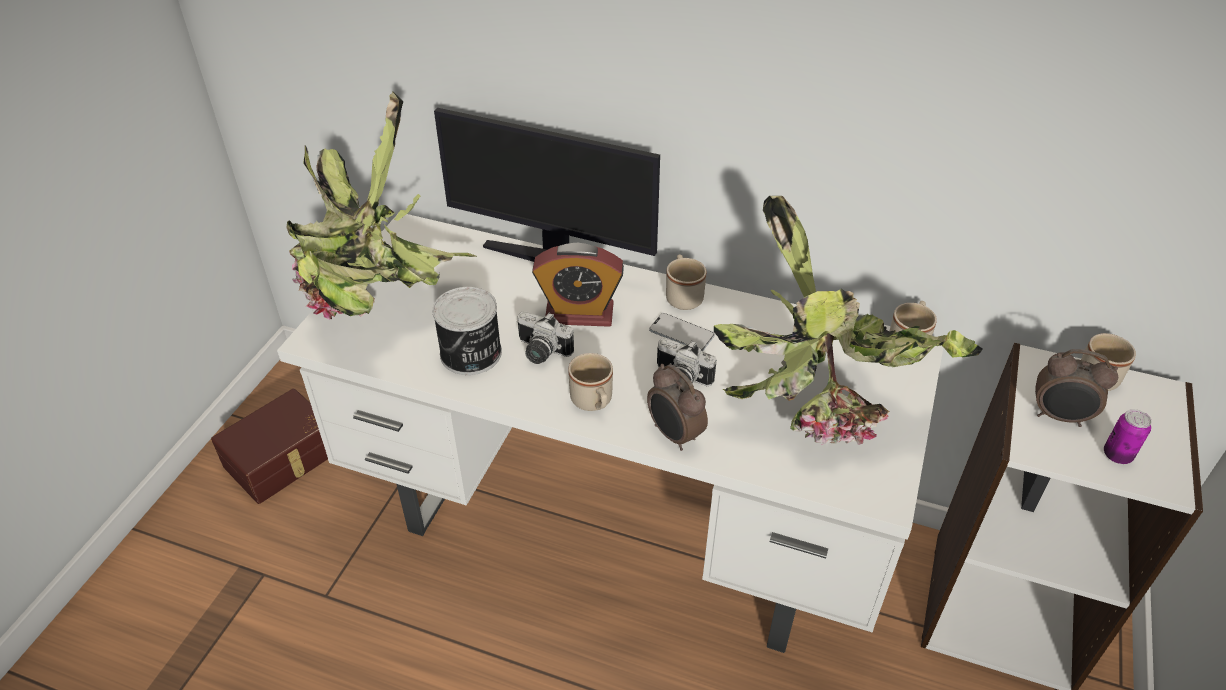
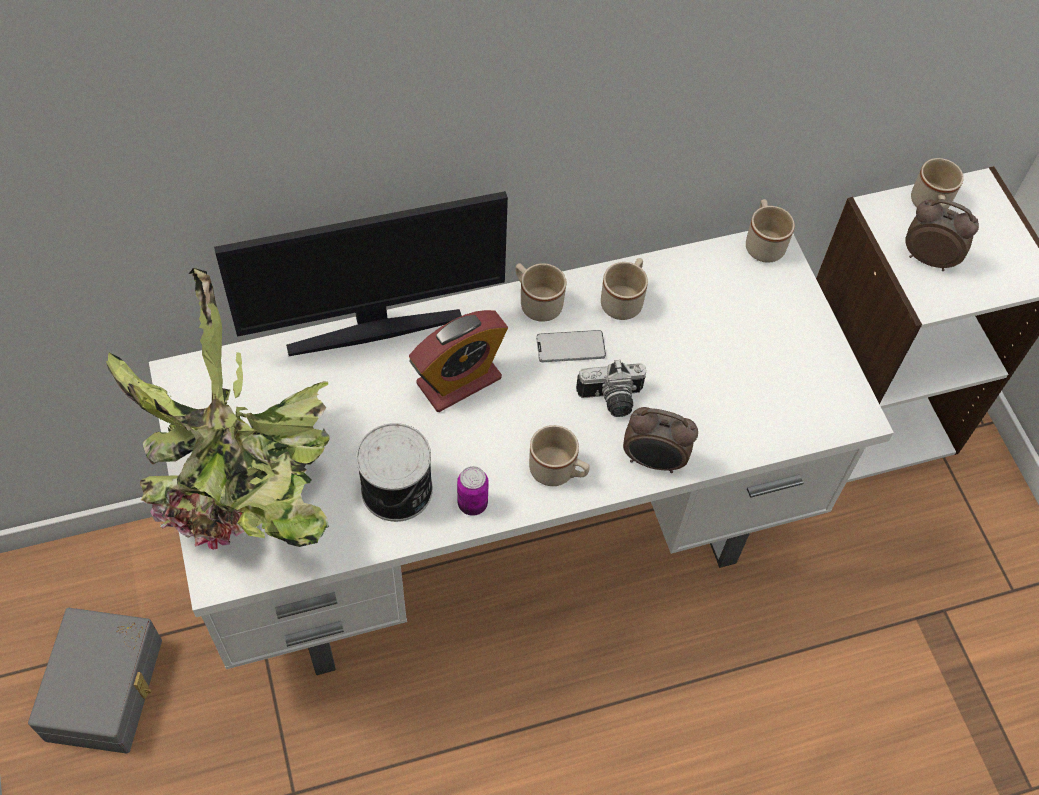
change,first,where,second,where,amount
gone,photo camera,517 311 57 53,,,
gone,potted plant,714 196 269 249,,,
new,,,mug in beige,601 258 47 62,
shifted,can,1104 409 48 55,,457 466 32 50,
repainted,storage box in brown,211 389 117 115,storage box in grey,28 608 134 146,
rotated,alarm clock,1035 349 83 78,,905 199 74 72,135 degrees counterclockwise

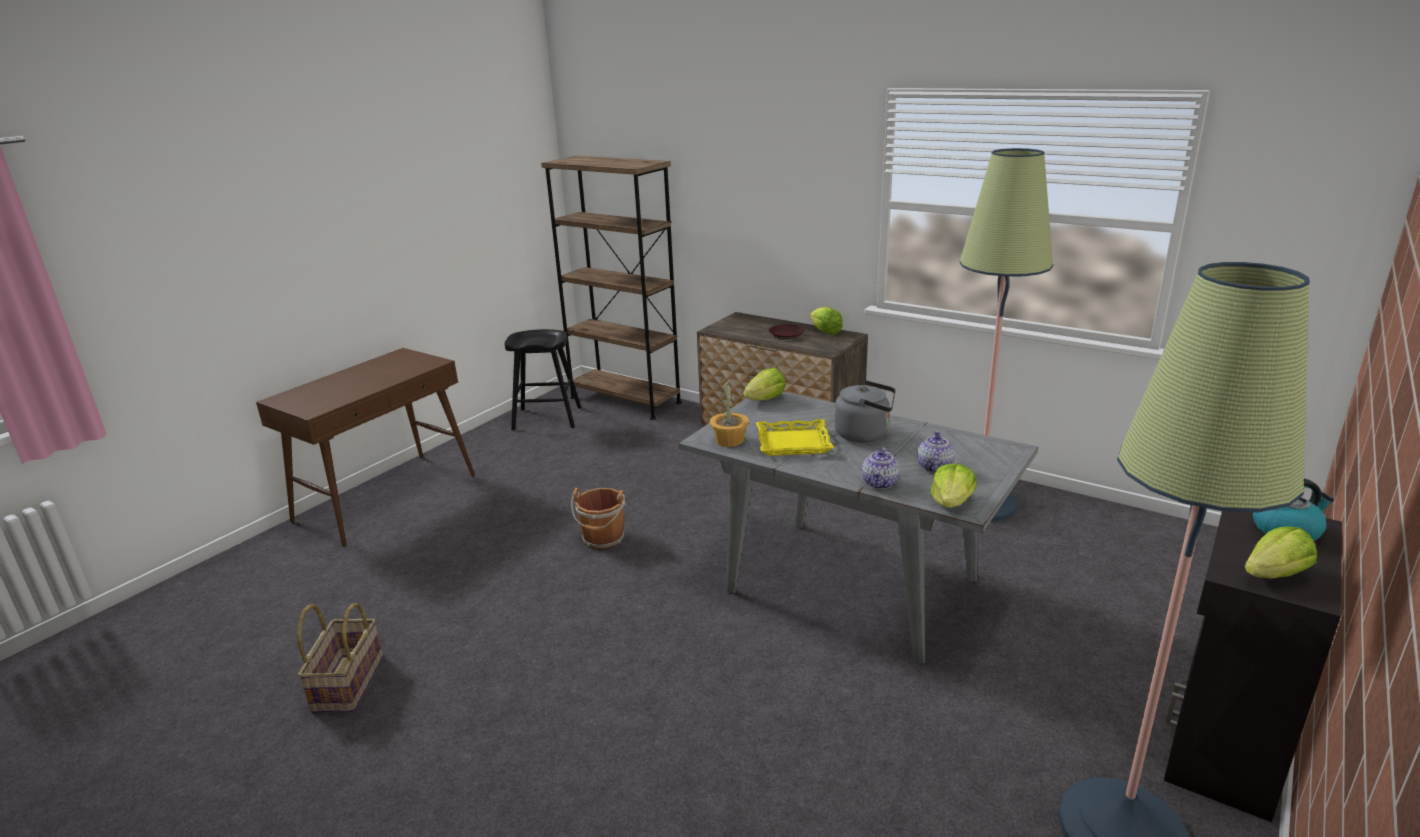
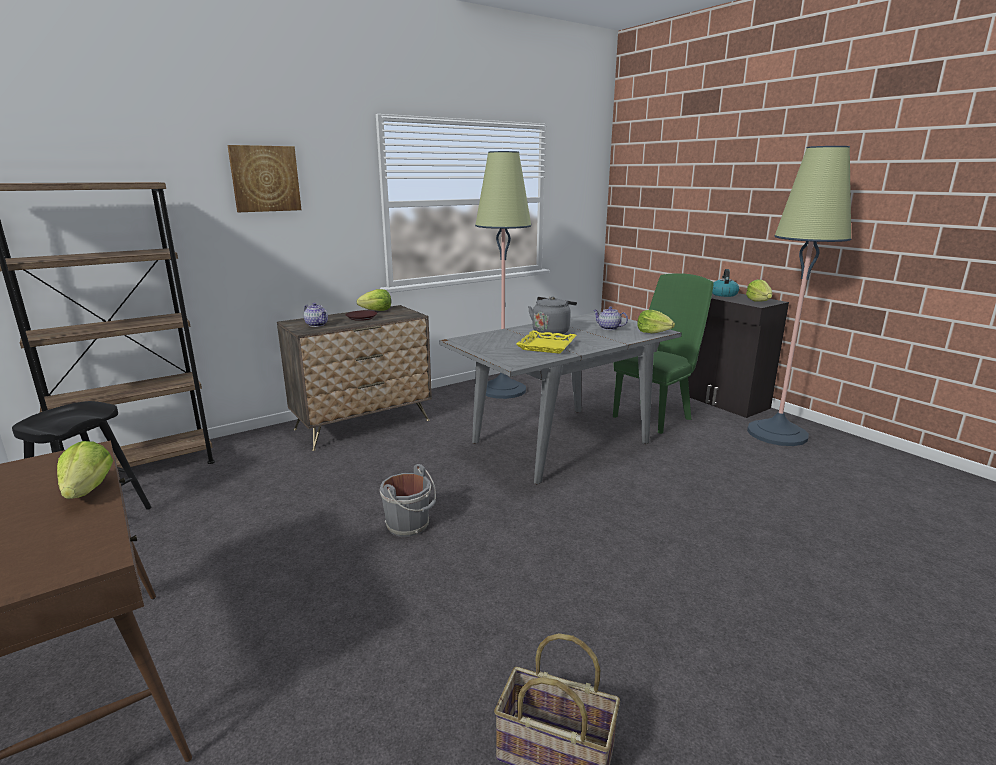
change,first,where,second,where,amount
gone,potted plant,710 380 39 67,,,
new,,,picture,228 145 73 67,
new,,,chair in green,613 273 101 161,
shifted,lettuce,743 368 43 33,,57 441 56 58,
shifted,teapot,862 446 38 43,,304 303 24 24,
repainted,bucket in brown,571 488 55 62,bucket in grey,380 464 56 73,

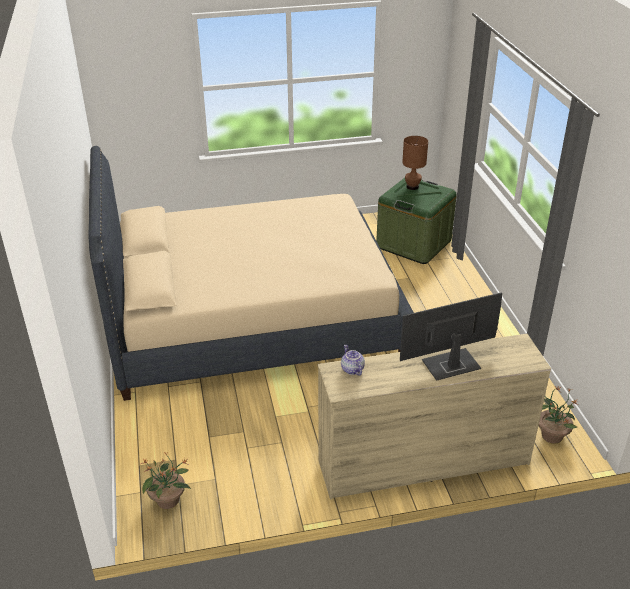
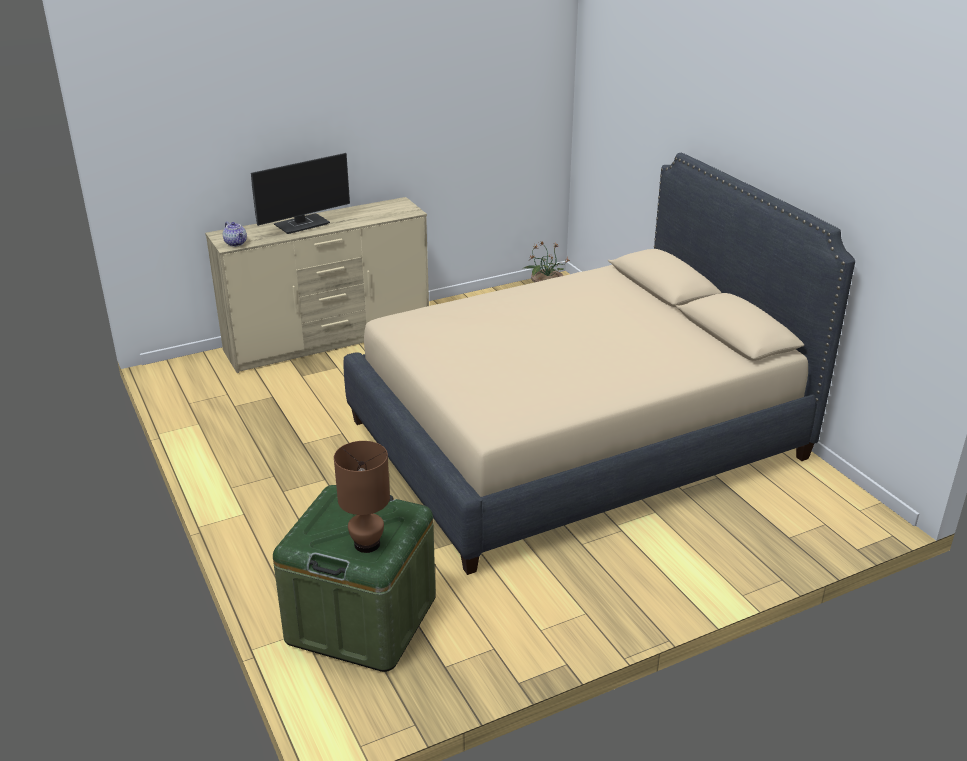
change,first,where,second,where,amount
gone,potted plant,538 386 41 58,,,
shifted,teapot,341 345 24 31,,223 221 24 26,

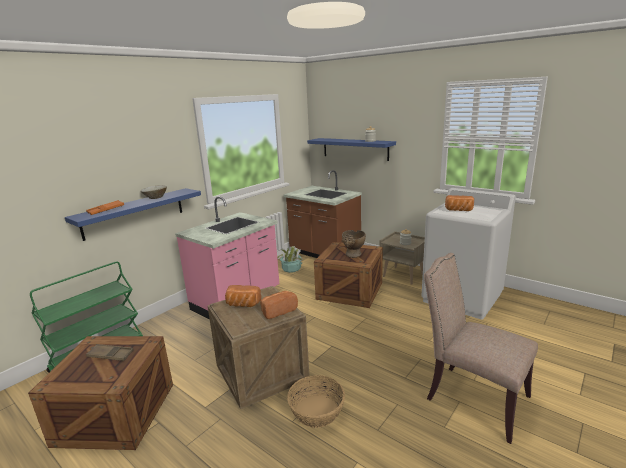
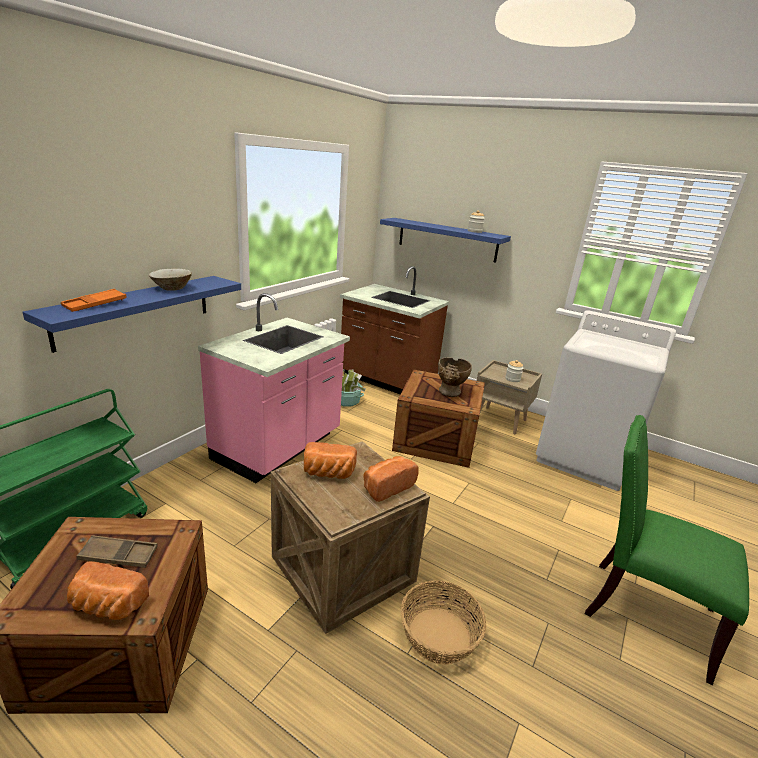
change,first,where,second,where,amount
shifted,bread,445 195 29 16,,67 561 82 59,
repainted,chair in beige,424 253 114 191,chair in green,585 415 164 271,

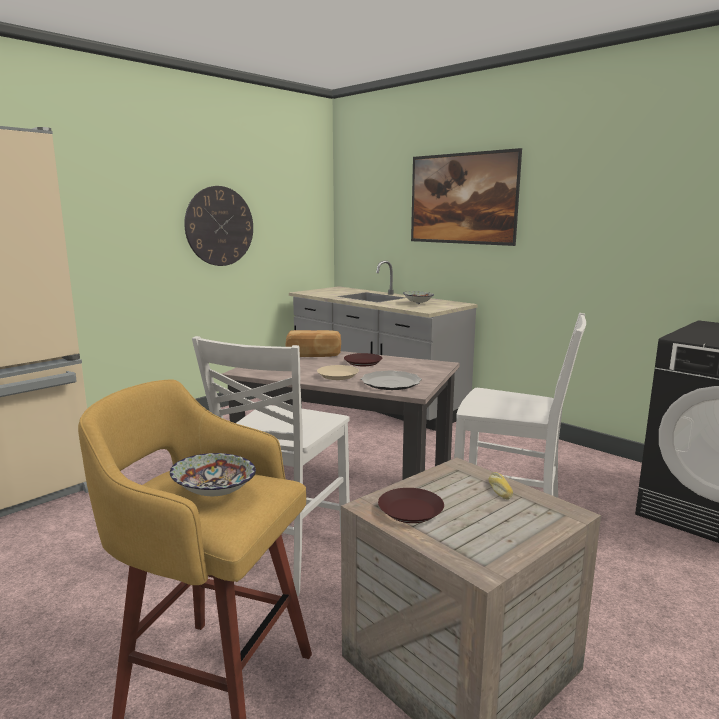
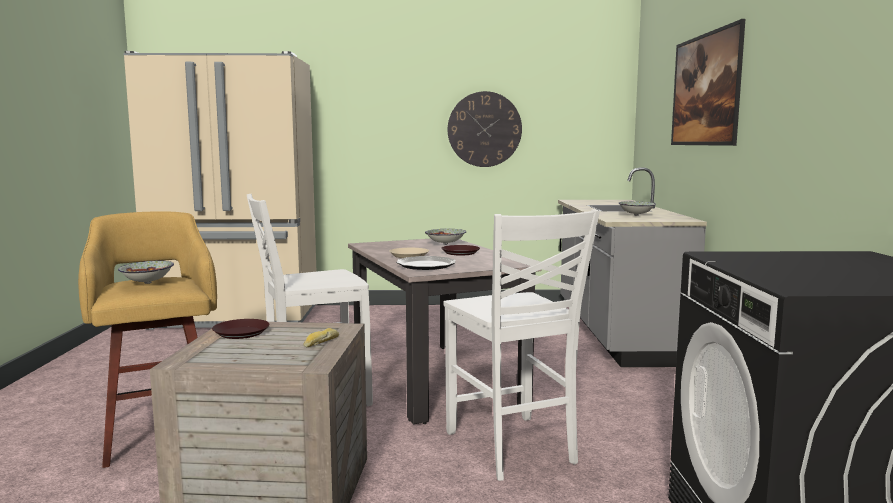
change,first,where,second,where,amount
swapped,bread,285 330 56 27,bowl,425 229 41 16,

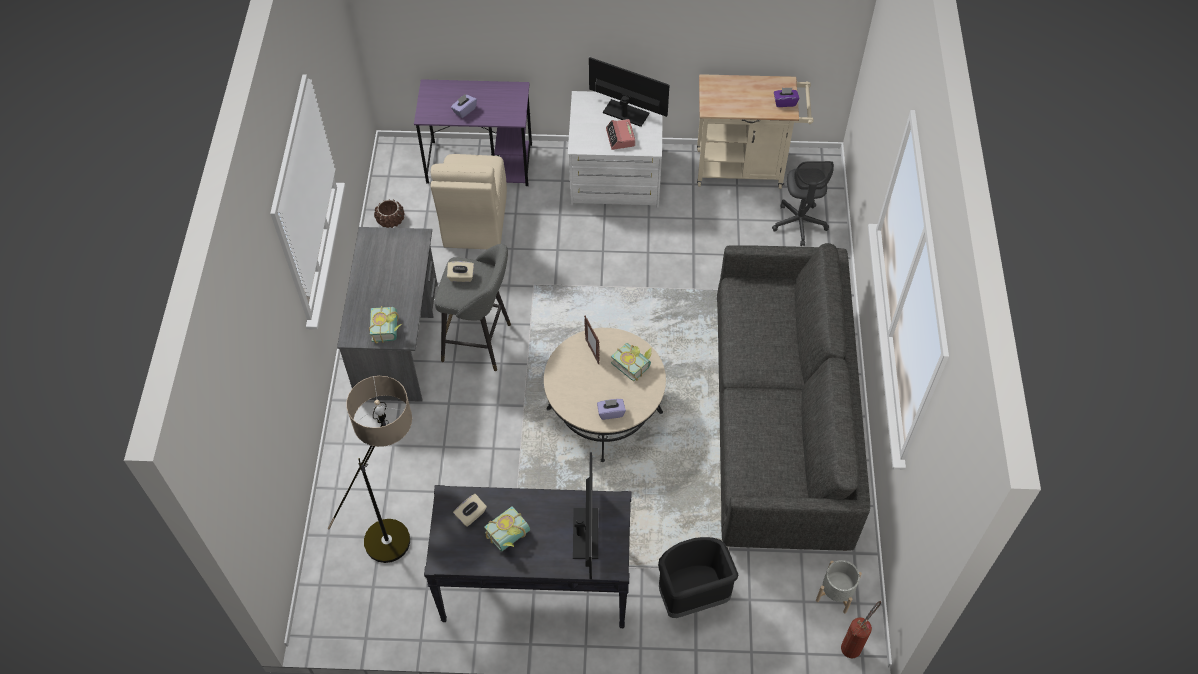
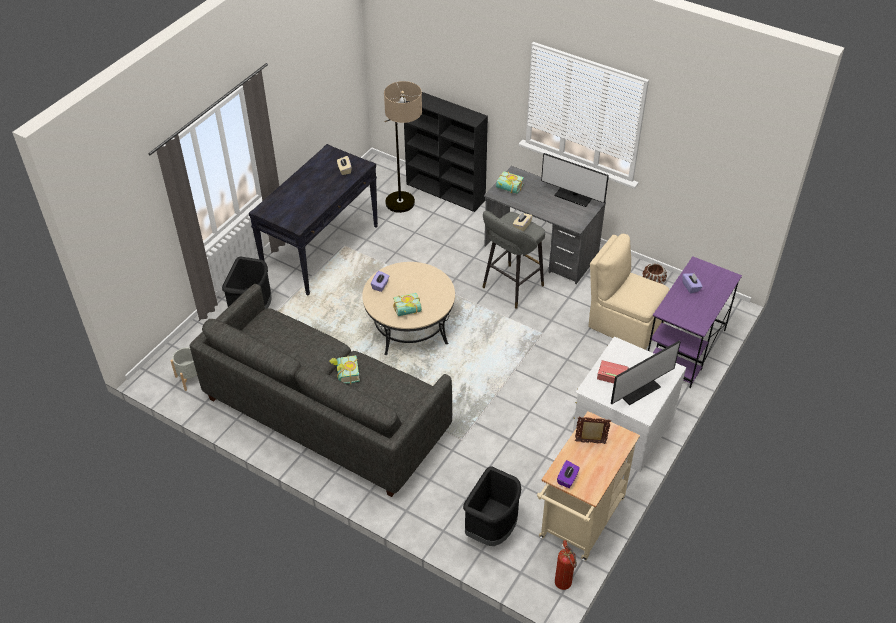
change,first,where,second,where,amount
new,,,bookcase in black,404 92 84 120,
shifted,book,484 506 46 46,,329 355 31 29,
shifted,monitor,573 452 25 127,,541 153 68 54,
shifted,picture frame,584 316 16 48,,575 417 36 27,
shifted,fire extinguisher,841 601 40 57,,555 540 21 50,
swapped,office chair in grey,772 161 62 85,trash can in black,463 467 58 79,

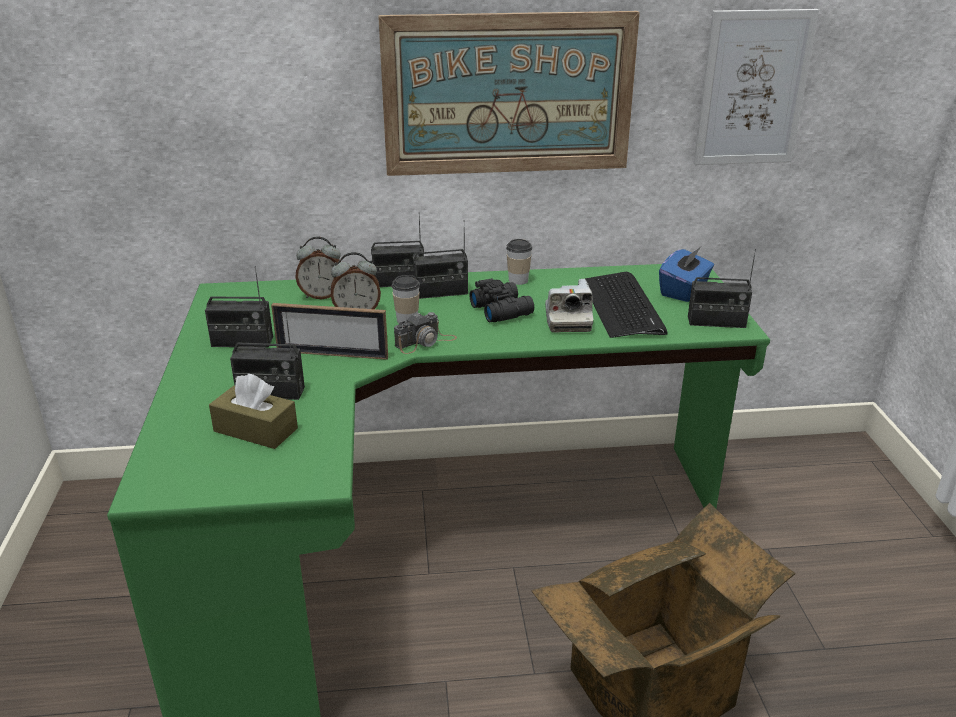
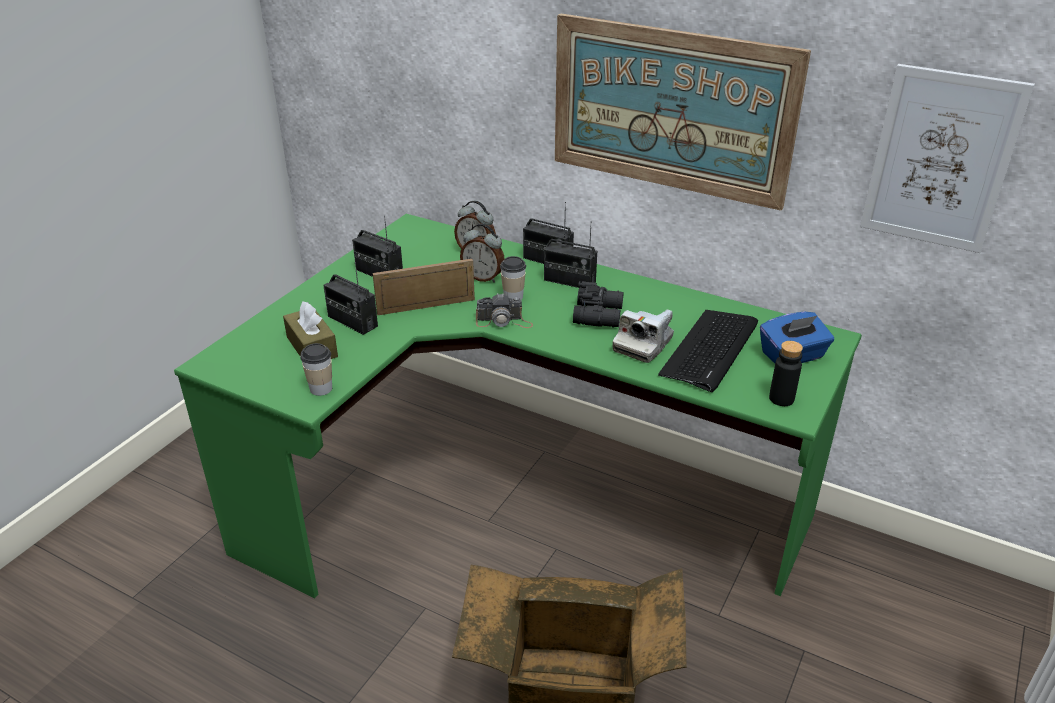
change,first,where,second,where,amount
shifted,cup,506 239 26 46,,300 343 32 53,
swapped,radio,688 249 68 79,bottle in black,769 341 34 65,
rotated,picture frame,271 303 117 57,,373 259 102 56,120 degrees clockwise

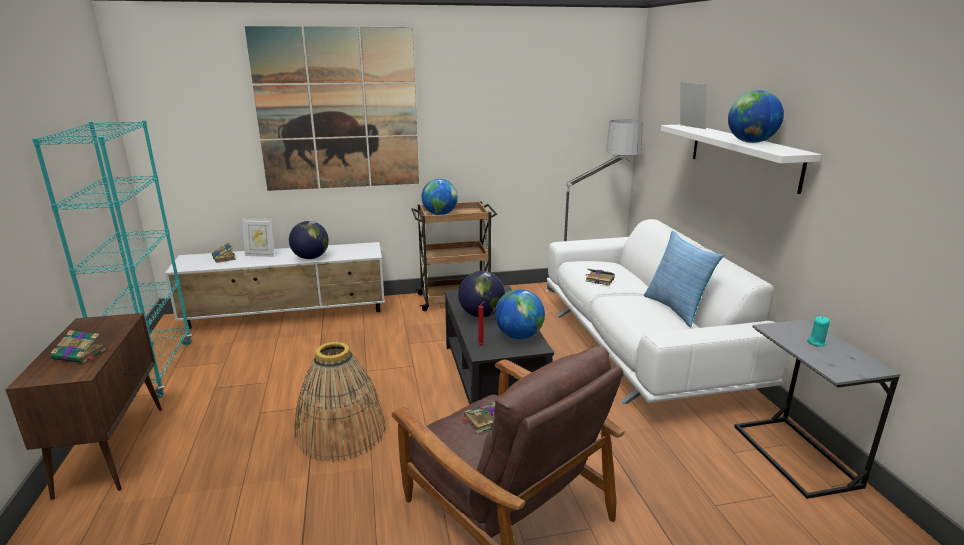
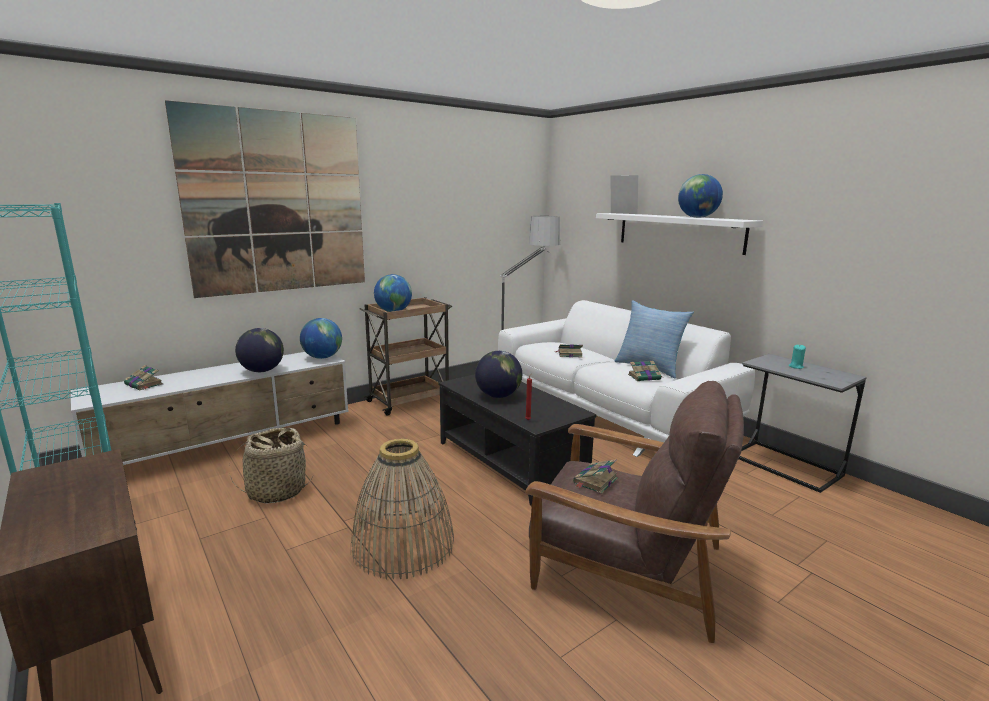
change,first,where,second,where,amount
gone,picture frame,242 218 32 39,,,
new,,,basket,229 428 85 76,
shifted,book,51 330 55 33,,628 361 34 20,
shifted,globe,495 289 50 50,,300 318 42 41,

